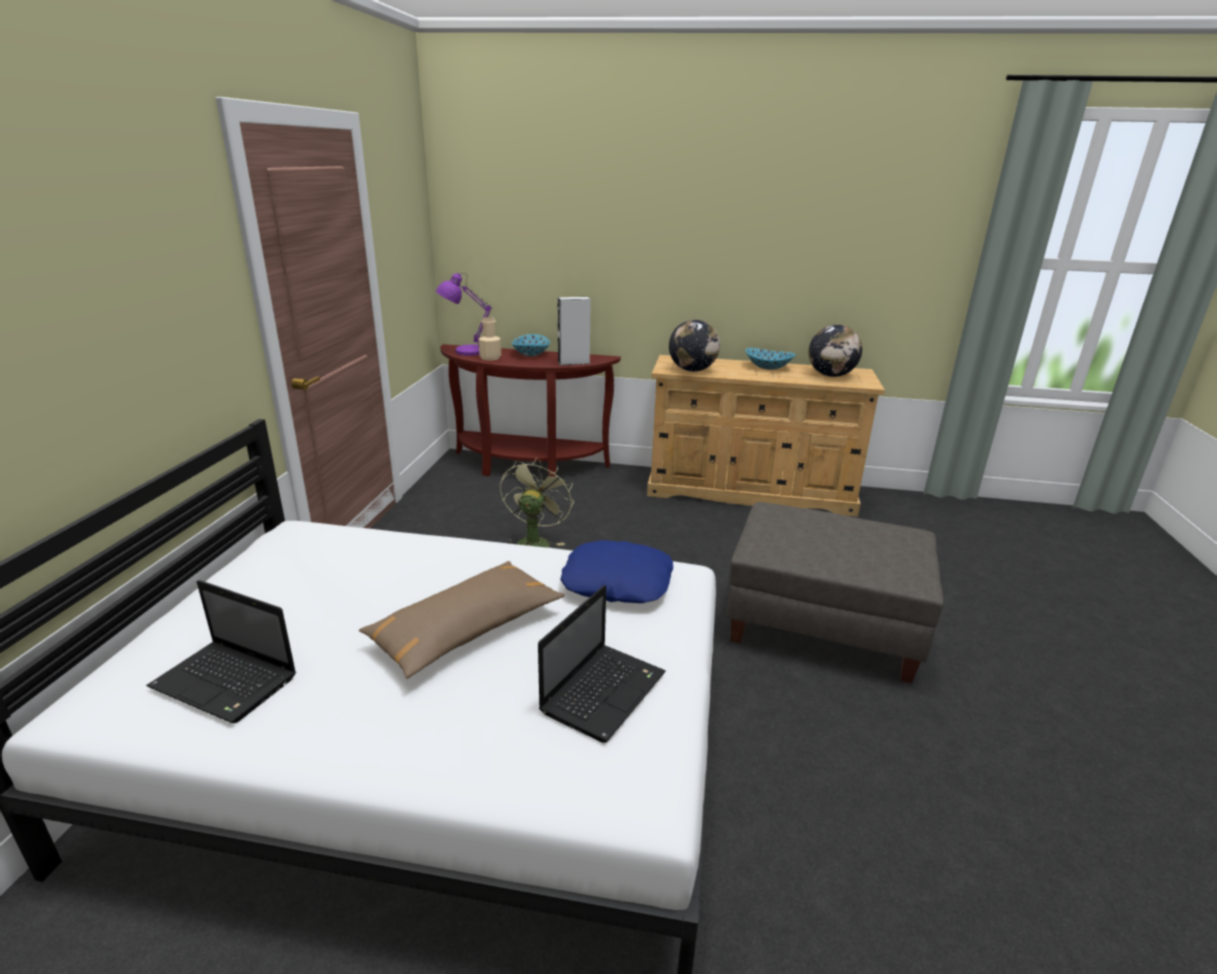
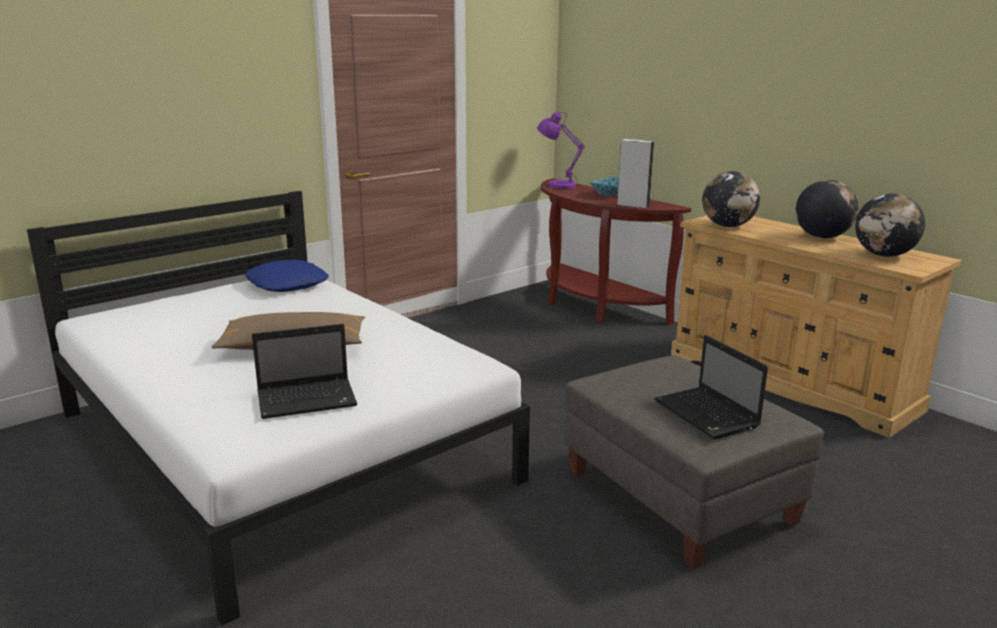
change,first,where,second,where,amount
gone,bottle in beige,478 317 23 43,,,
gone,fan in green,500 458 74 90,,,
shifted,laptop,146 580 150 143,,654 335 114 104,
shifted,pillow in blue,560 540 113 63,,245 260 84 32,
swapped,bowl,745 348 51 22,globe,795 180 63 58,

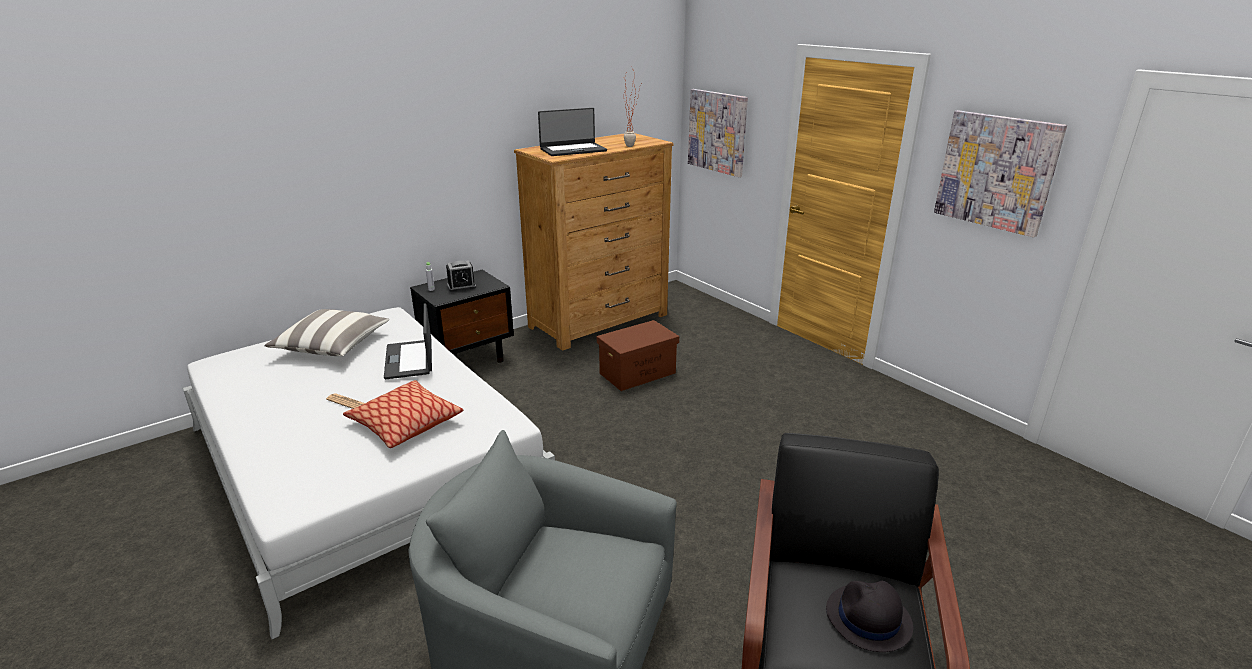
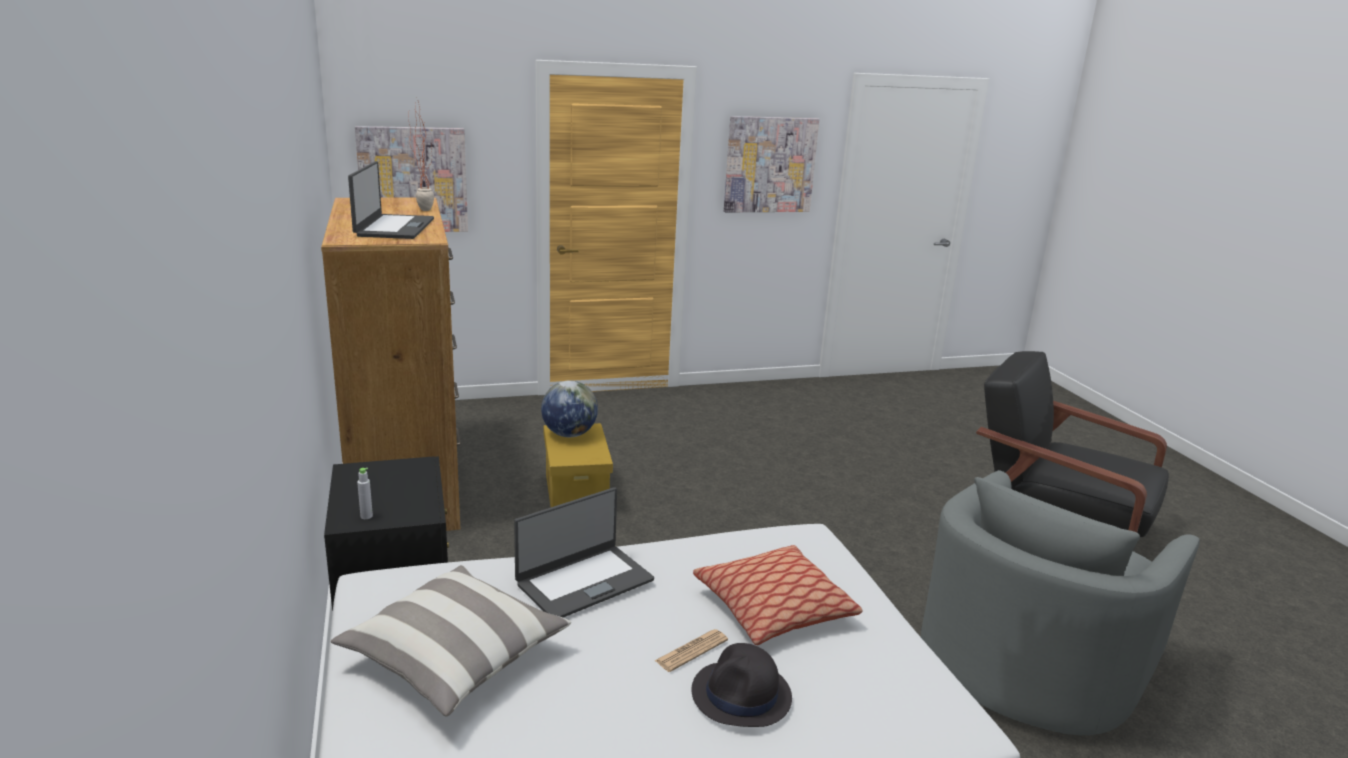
change,first,where,second,where,amount
gone,alarm clock,446 261 30 31,,,
new,,,globe,541 380 57 57,
shifted,hat in black,826 581 87 71,,691 643 101 84,
repainted,storage box in brown,597 320 82 71,storage box in yellow,544 423 69 84,
rotated,laptop,384 304 48 75,,514 487 140 131,45 degrees counterclockwise

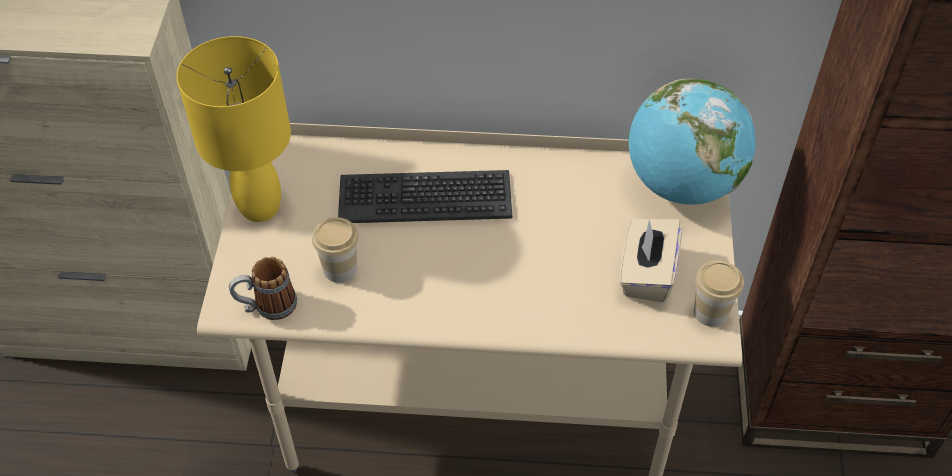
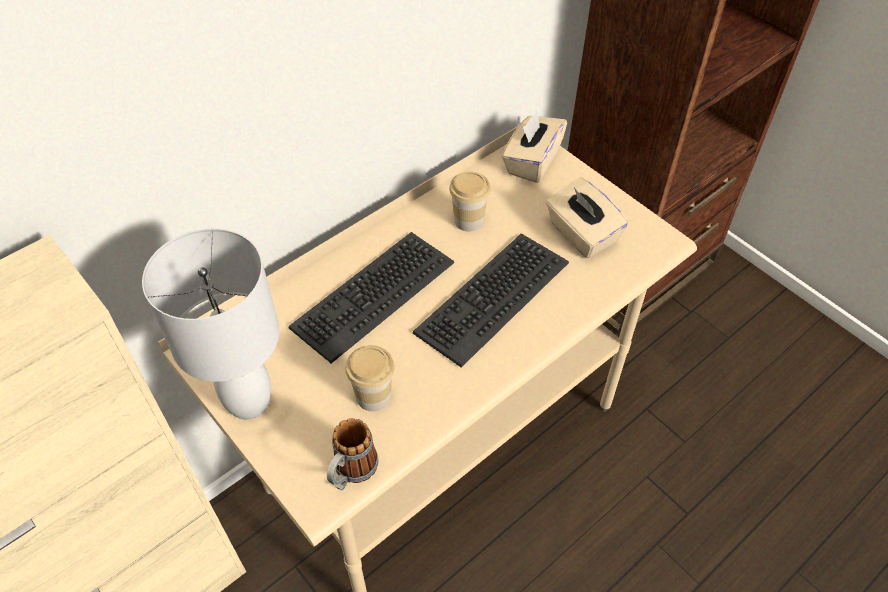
change,first,where,second,where,amount
new,,,keyboard,413 233 156 134,
shifted,cup,694 260 50 67,,449 171 42 61,
swapped,globe,628 79 128 126,tissue box in beige,502 110 65 73,
repainted,table lamp in yellow,177 36 114 186,table lamp in white,142 228 138 191,

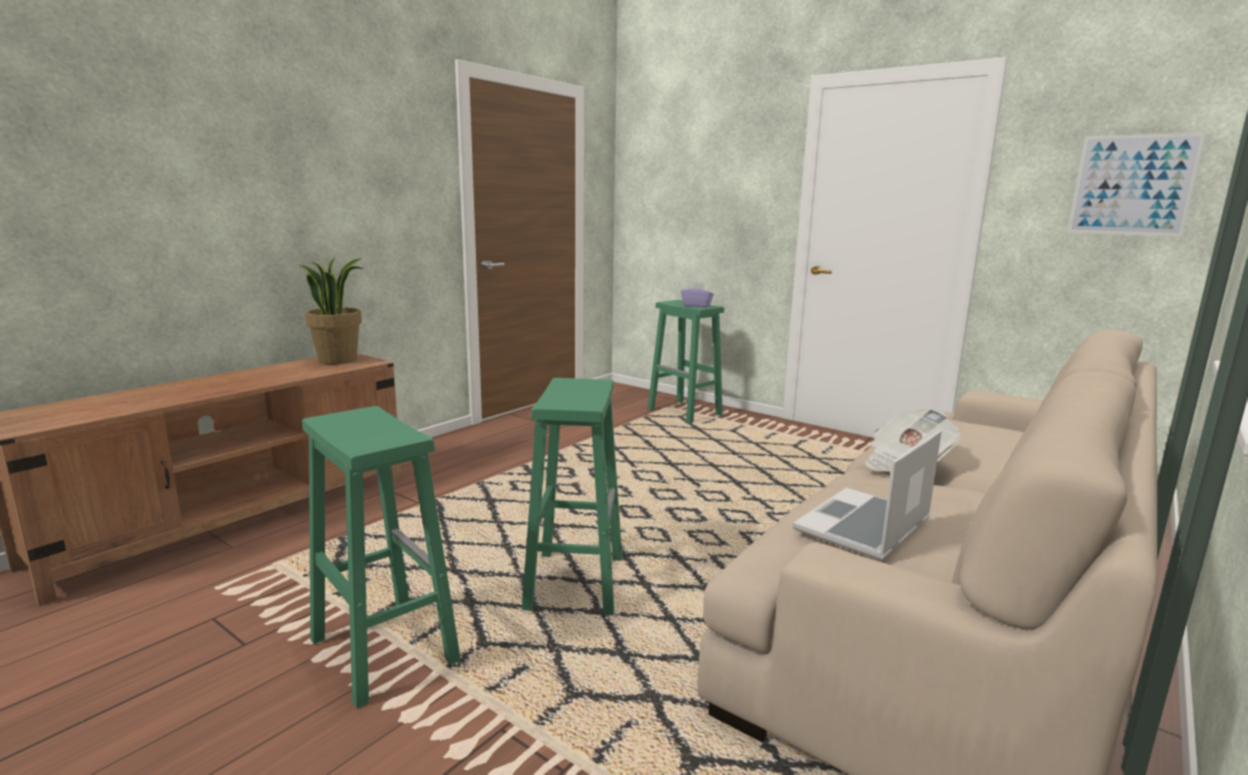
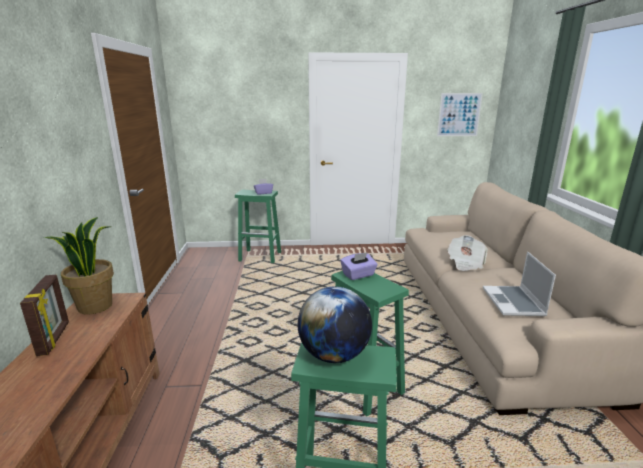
change,first,where,second,where,amount
new,,,picture frame,20 275 49 81,
new,,,globe,298 286 74 77,
new,,,tissue box in purple,340 252 38 28,

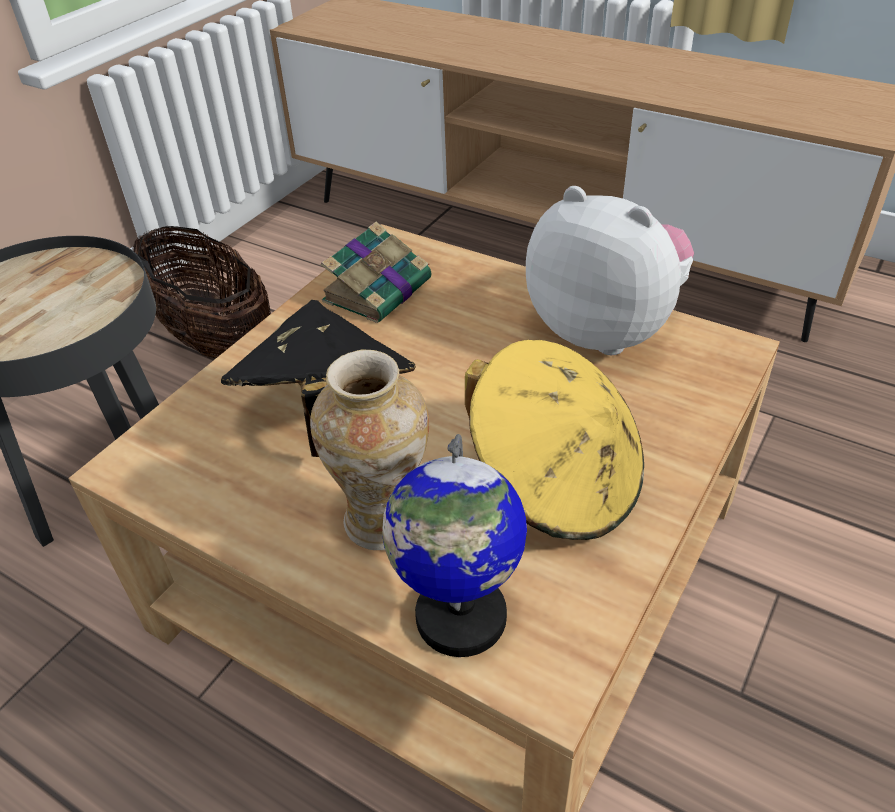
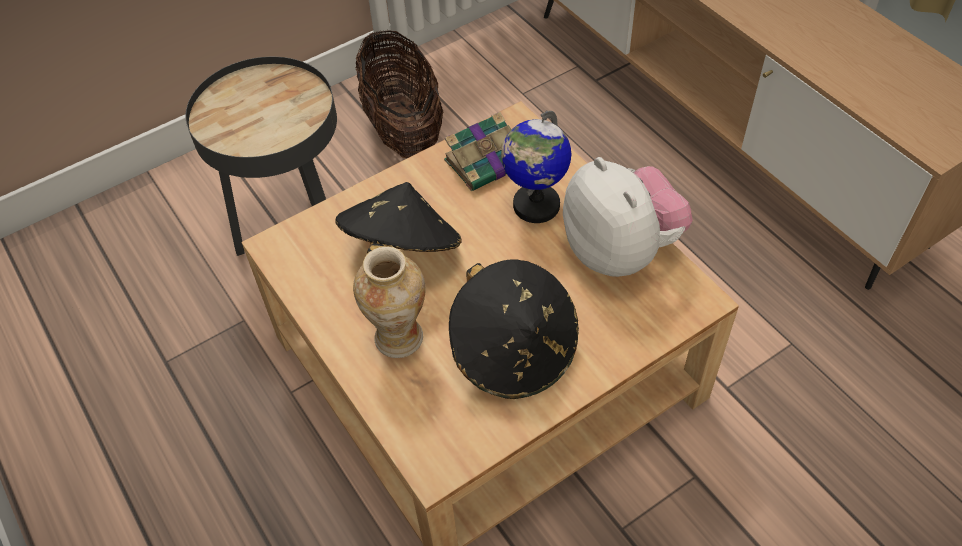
change,first,where,second,where,amount
shifted,globe,382 434 145 223,,501 111 70 112,
repainted,hat in yellow,465 340 179 200,hat in black,449 259 130 140,

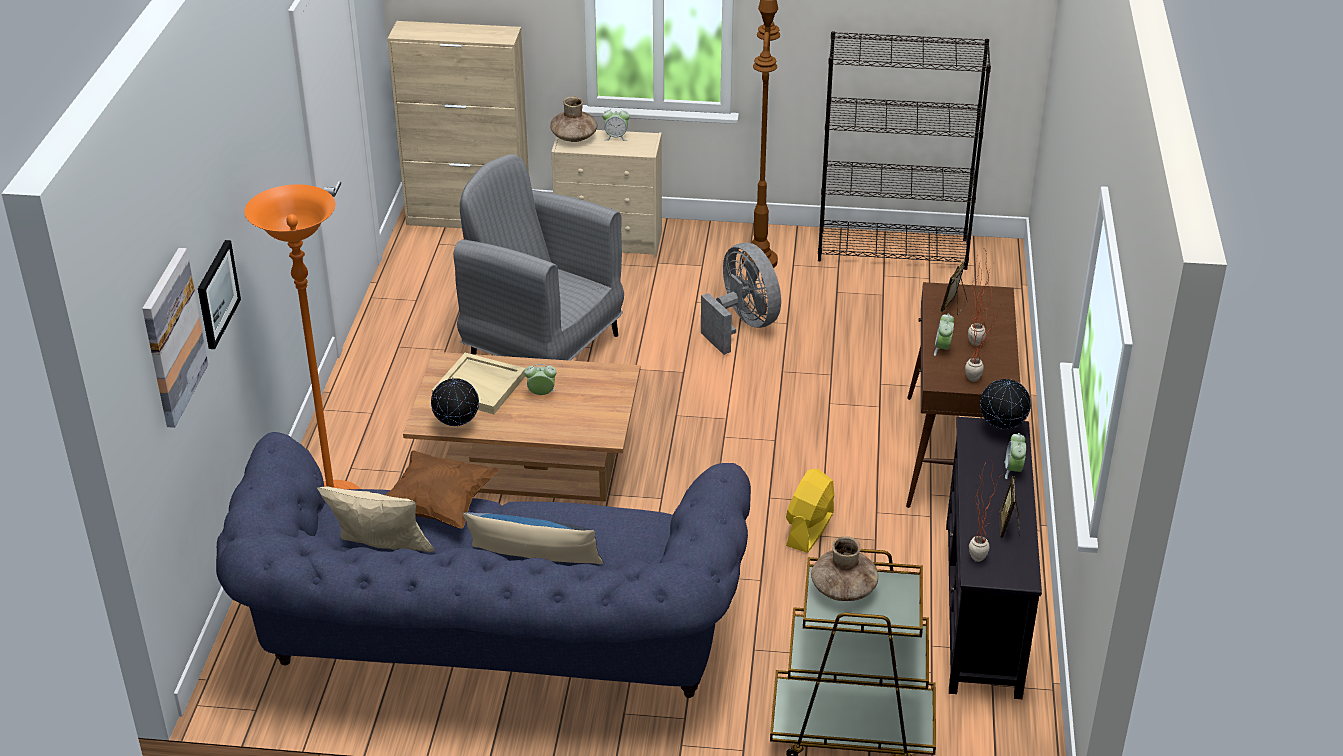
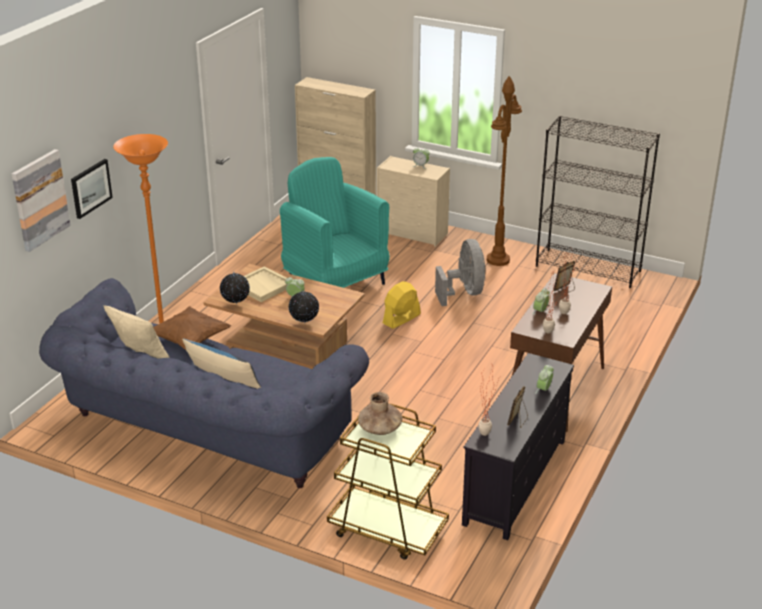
change,first,where,second,where,amount
gone,vase in brown,550 96 47 46,,,
shifted,fan in yellow,786 469 48 84,,383 281 38 48,
shifted,globe,980 379 51 50,,288 290 31 33,
repainted,armchair in grey,453 154 171 207,armchair in turquoise,280 157 110 131,

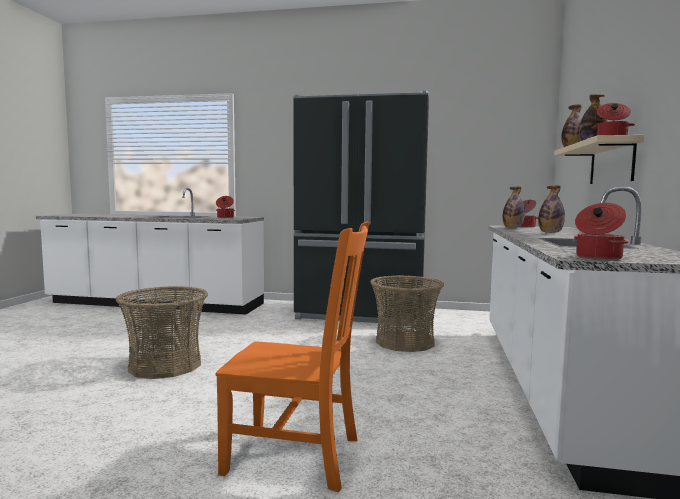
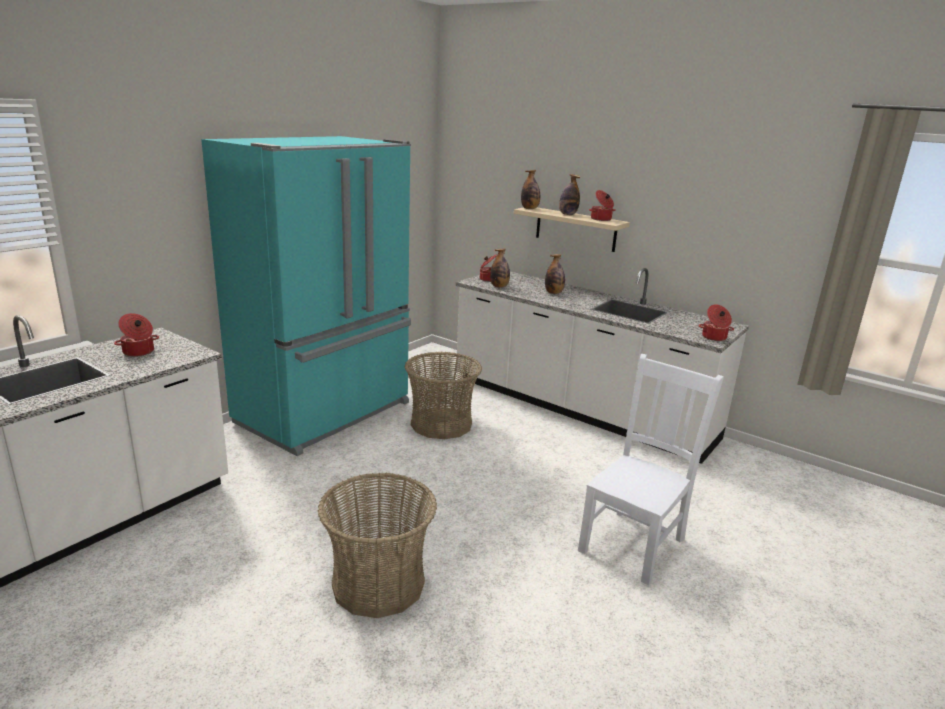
change,first,where,second,where,amount
repainted,chair in orange,216 222 153 270,chair in white,578 354 146 232,
repainted,fridge in black,293 91 136 236,fridge in turquoise,201 136 210 320,

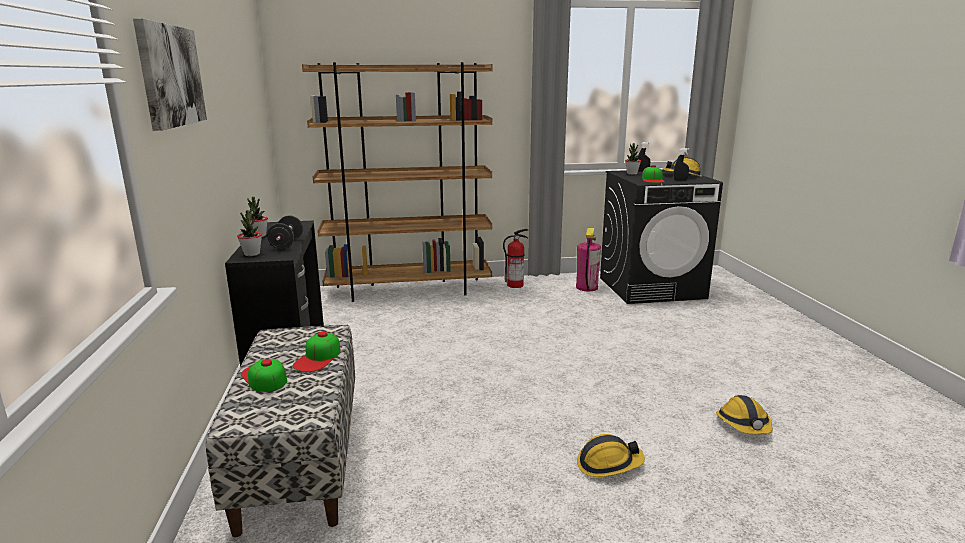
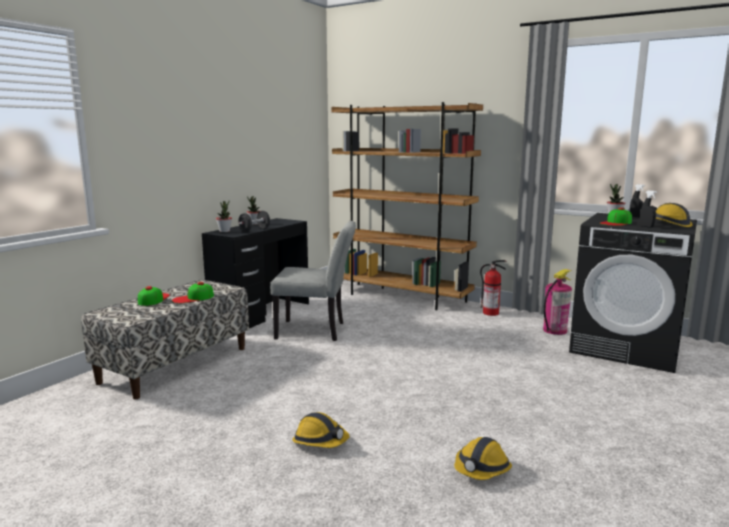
change,first,where,second,where,amount
gone,picture,133 18 74 113,,,
new,,,chair in grey,270 221 86 120,

